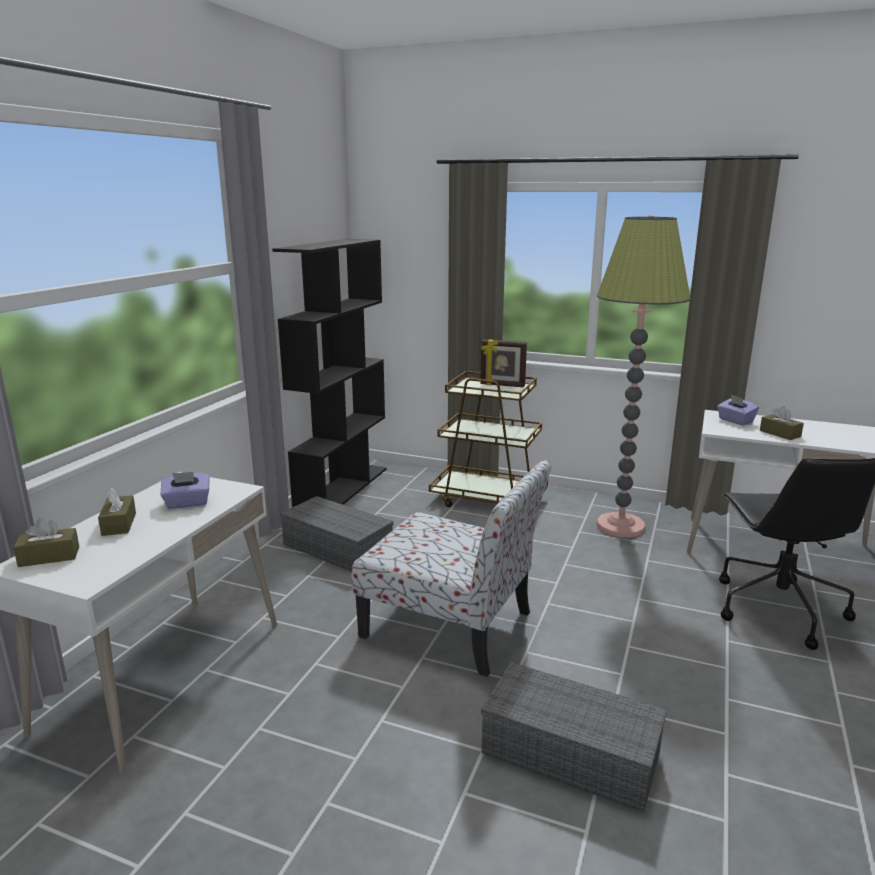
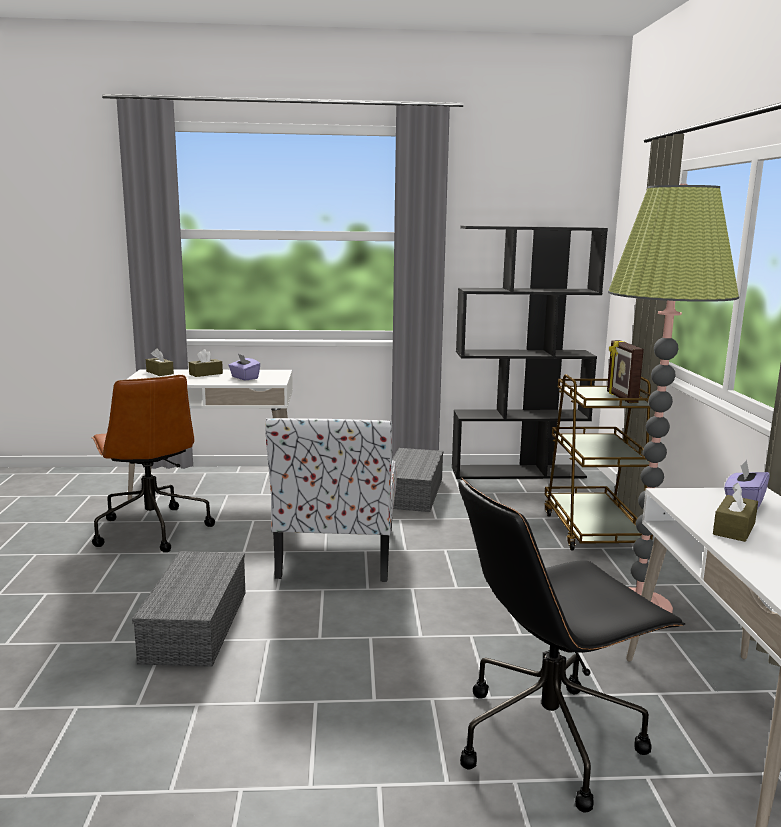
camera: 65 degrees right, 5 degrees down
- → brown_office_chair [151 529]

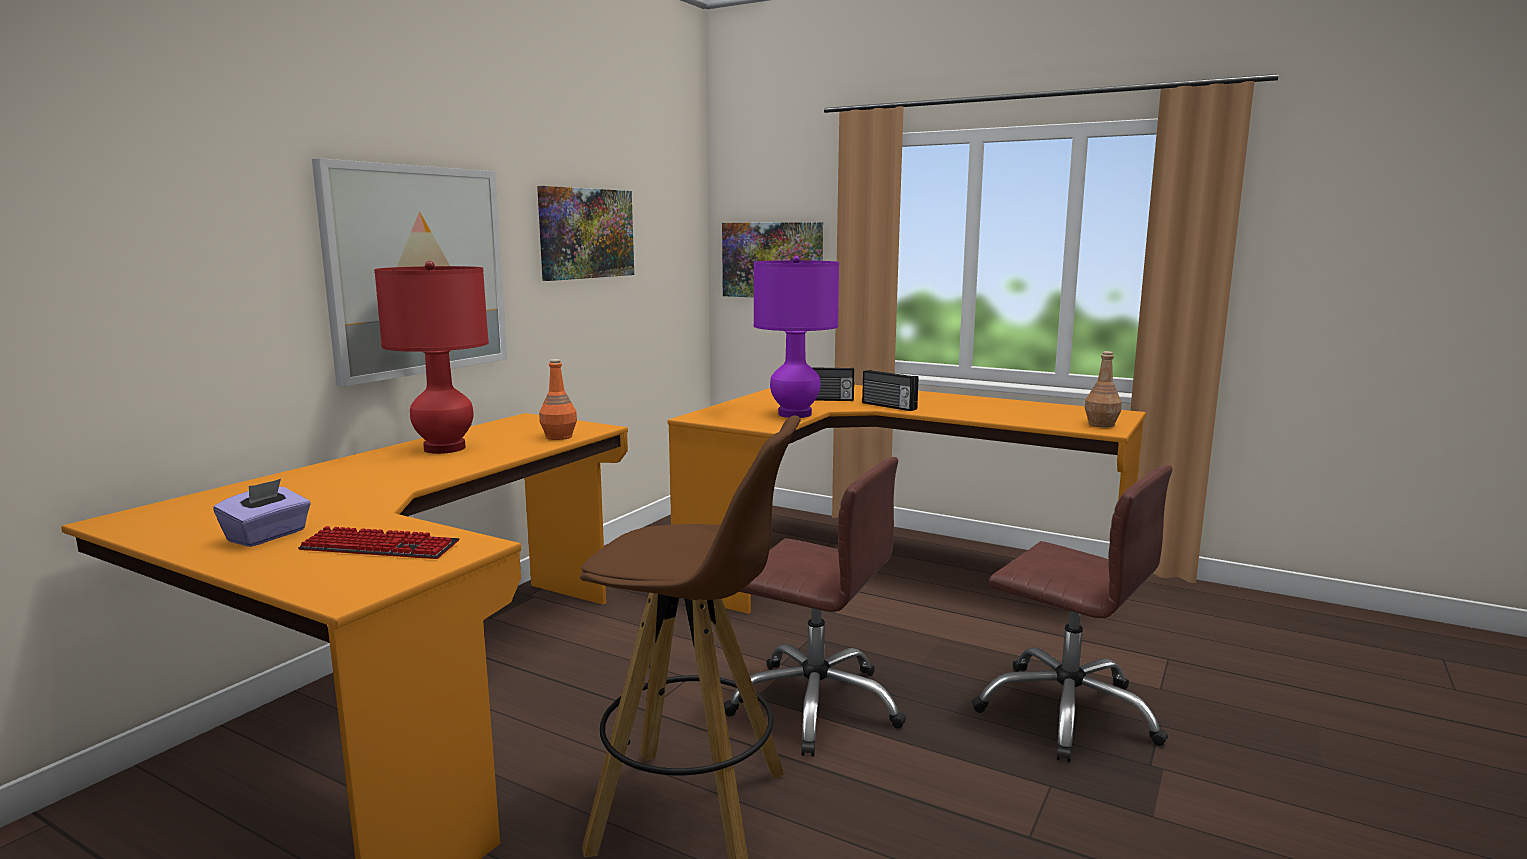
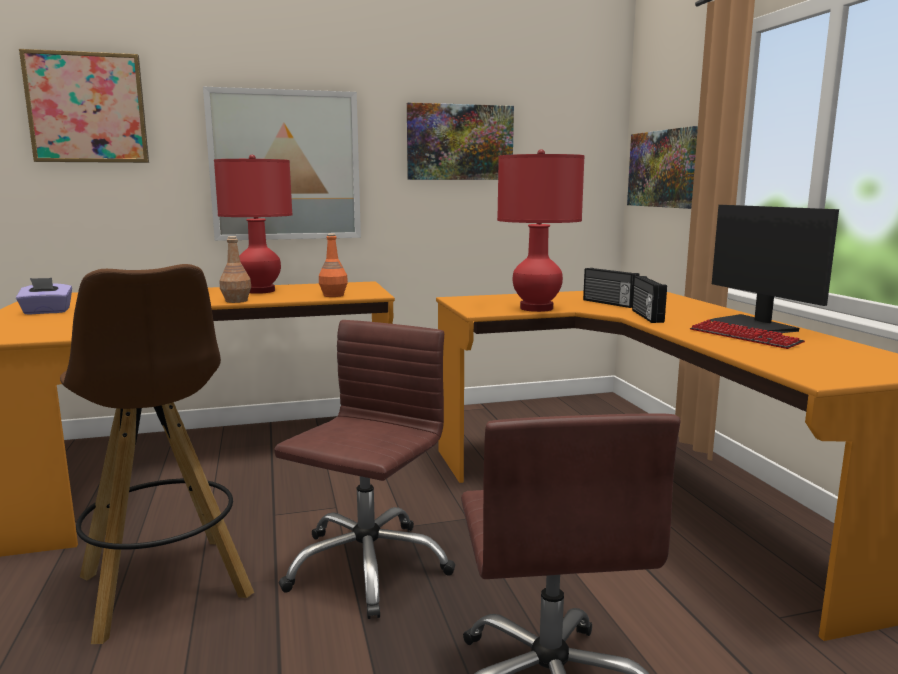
camera: 45 degrees right, 0 degrees up
- → picture [87 108]
brown_bottle [1101 424] → brown_bottle [237 301], shifted
brown_office_chair [816 705] → brown_office_chair [367 566], 135 degrees counterclockwise
purple_table_lamp [795 414] → red_table_lamp [536 308]
keyboard [379 547] → keyboard [744 337], shifted
- → monitor [753 325]

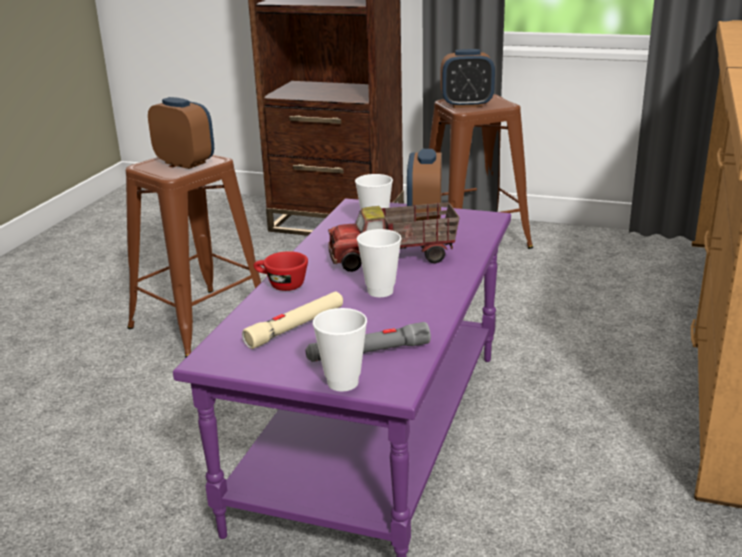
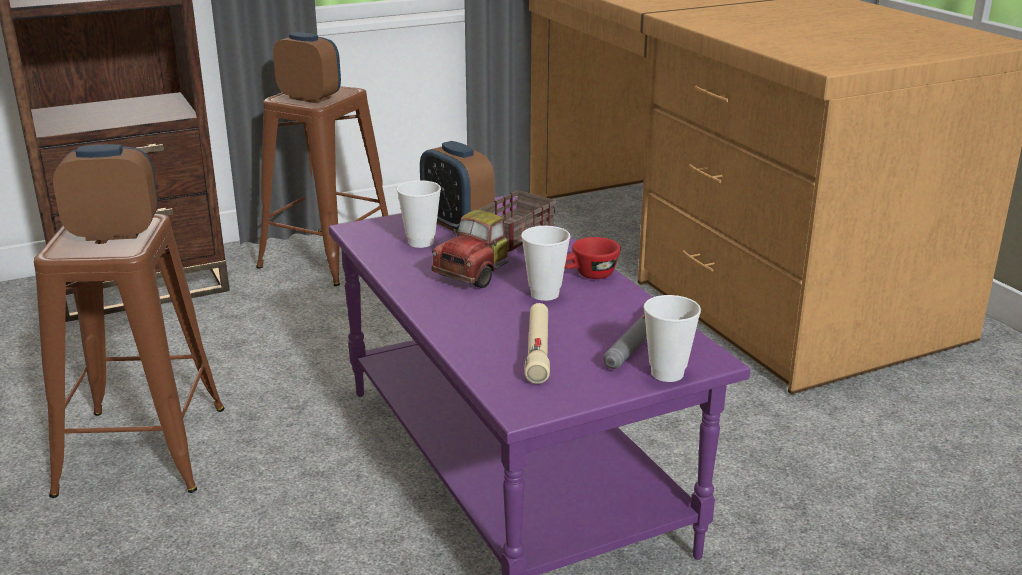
camera: 45 degrees left, 0 degrees up
alarm_clock [466 105] → alarm_clock [310 98], 105 degrees counterclockwise
red_cup [281 285] → red_cup [589 275], shifted

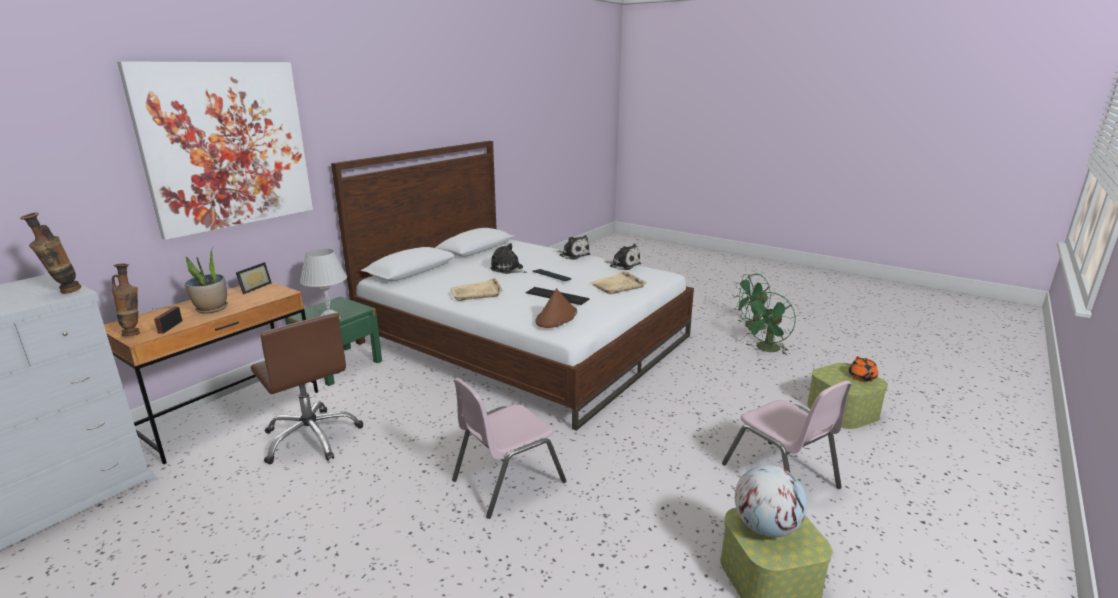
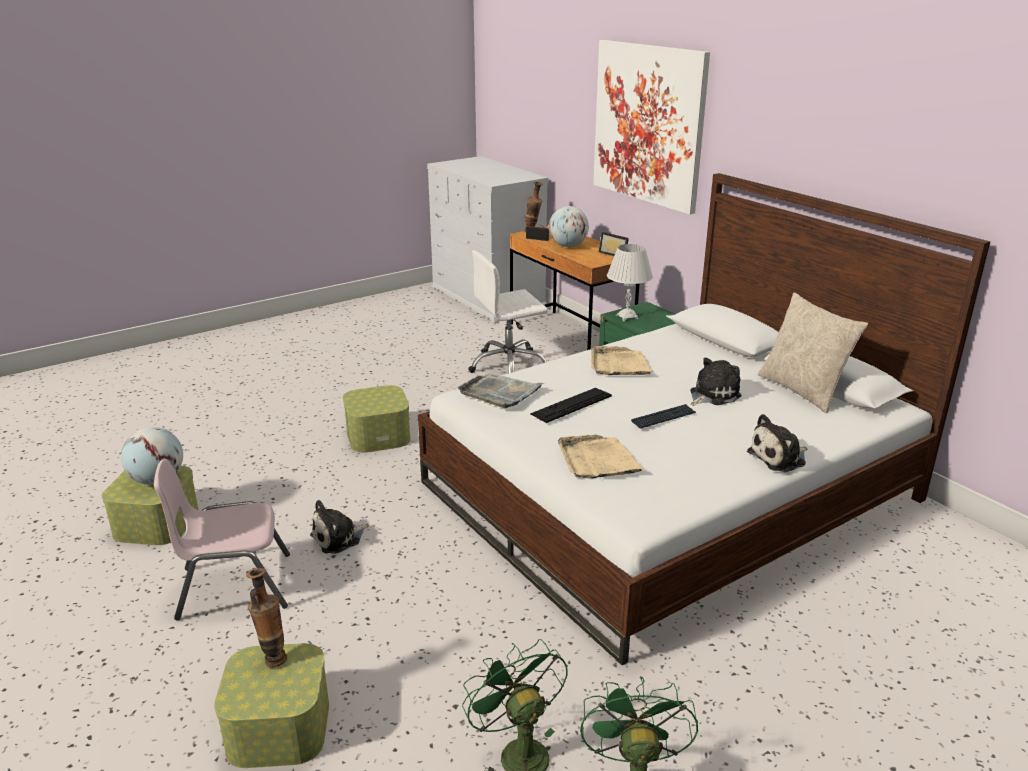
camera: 110 degrees right, 5 degrees up
vase [64 292] → vase [273 657], shifted
plush_toy [623 265] → plush_toy [338 538], shifted
pink_chair [507 481] → storage_box [378 435]
brown_hat [556 317] → grey_tray [500 392]
brown_office_chair [312 437] → white_office_chair [509 365]
potted_plant [212 309] → globe [568 246]
- → beige_pillow [803 390]
orange_teapot [862 377] → -

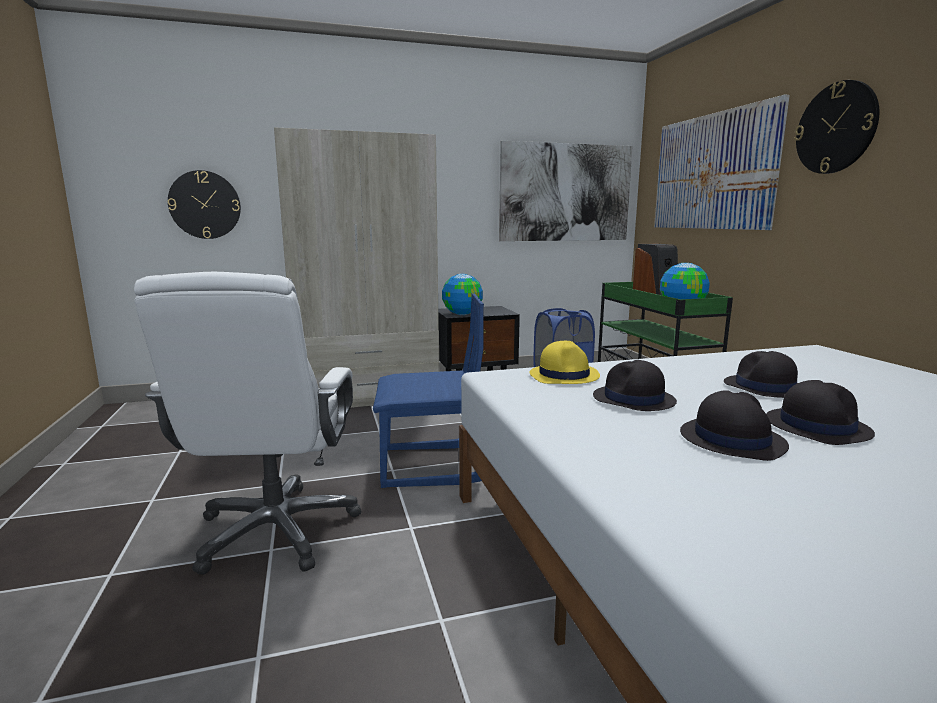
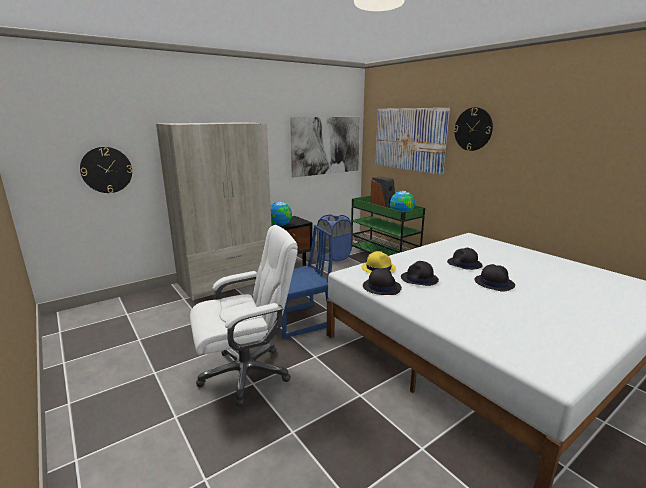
camera: 20 degrees left, 5 degrees up
white_office_chair [276 531] → white_office_chair [246 373], 90 degrees counterclockwise
black_hat [731 439] → black_hat [381 287], shifted

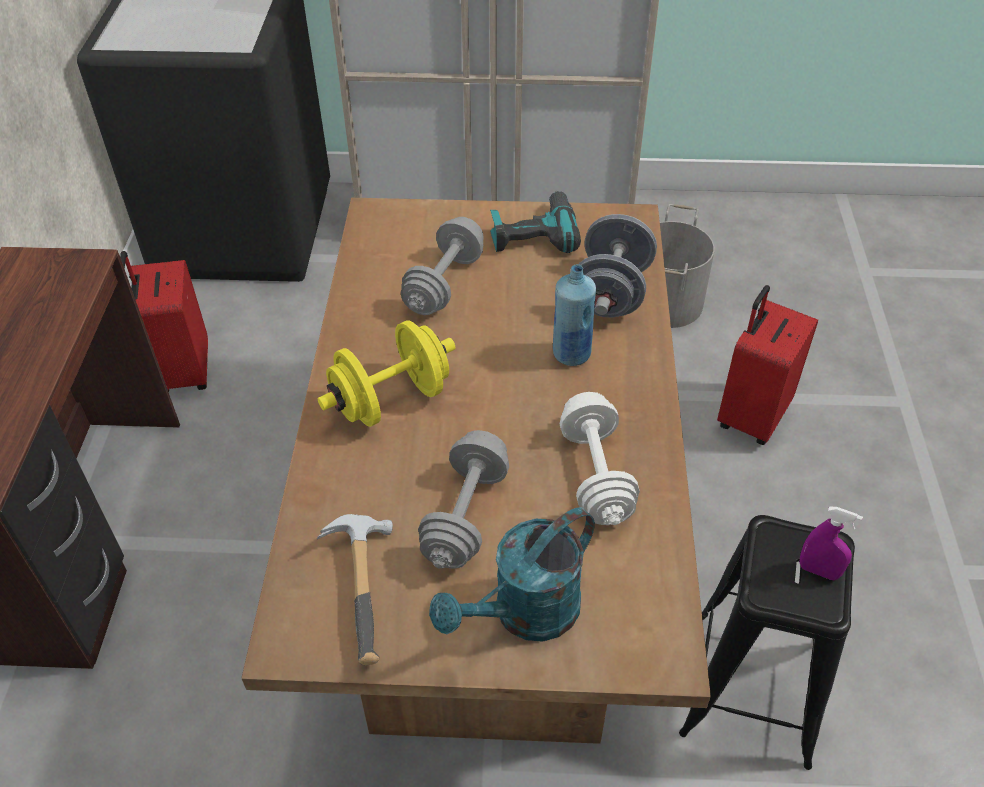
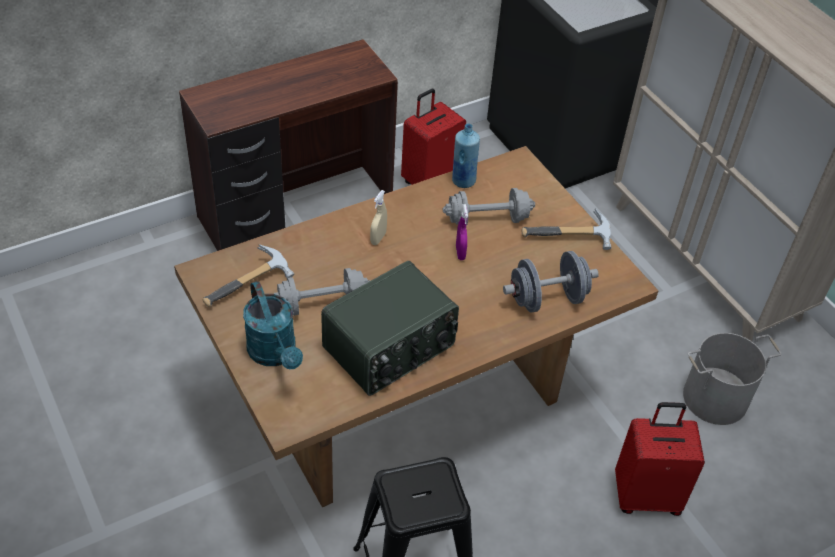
camera: 55 degrees right, 0 degrees up
turquoise_watering_can [524 615] → turquoise_watering_can [275 354], 135 degrees counterclockwise
white_dumbbell [596 475] → radio [390 348]
yellow_dumbbell [391 400] → beige_spray_bottle [378 238]
blue_bottle [571 354] → blue_bottle [463 181], shifted
purple_spray_bottle [818 571] → purple_spray_bottle [460 253], shifted
power_drill [533 233] → hammer [569 240]

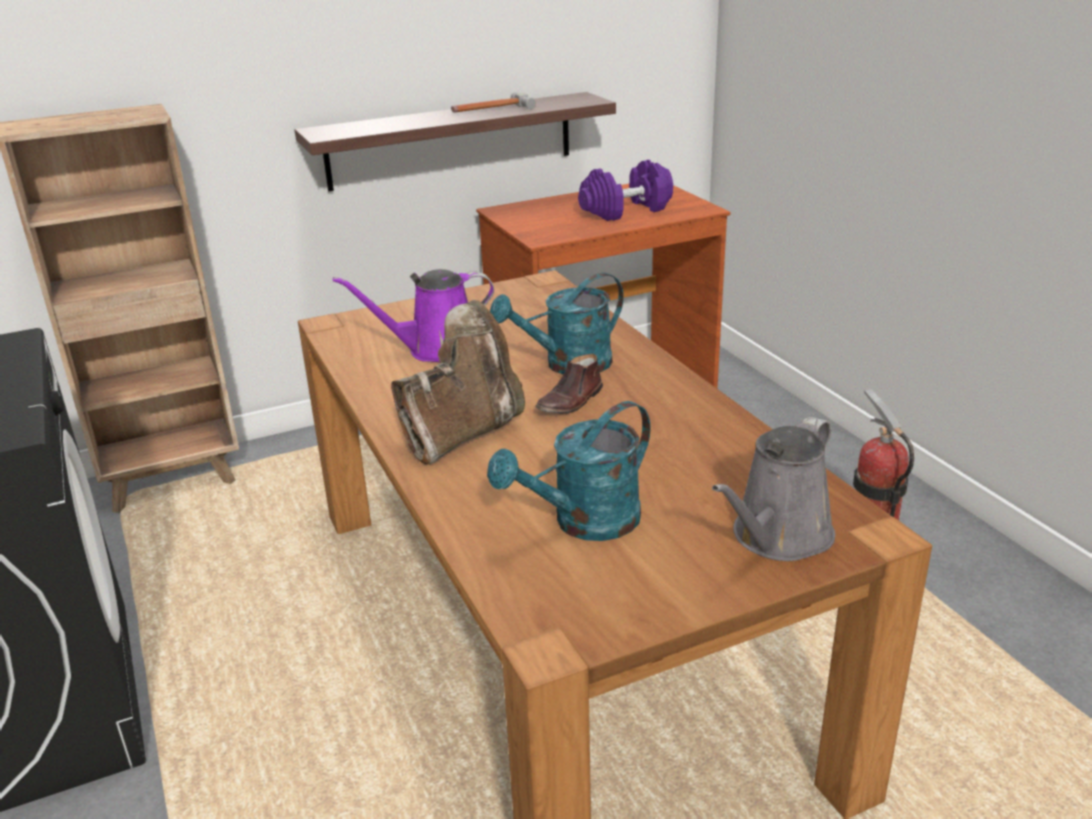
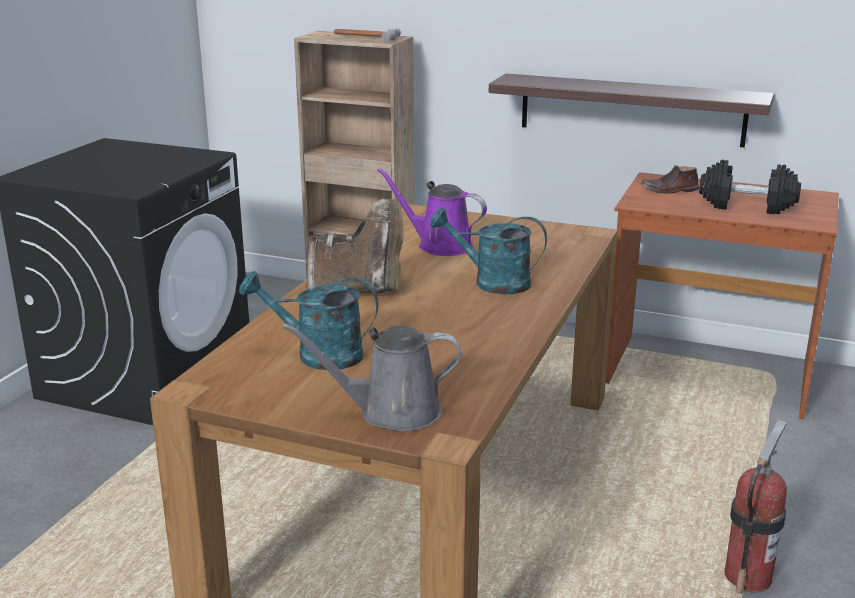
camera: 45 degrees right, 5 degrees down
hammer [490 110] → hammer [365 38], shifted
brown_shoe [571 401] → brown_shoe [669 190], shifted
purple_dumbbell [626 211] → black_dumbbell [746 206]

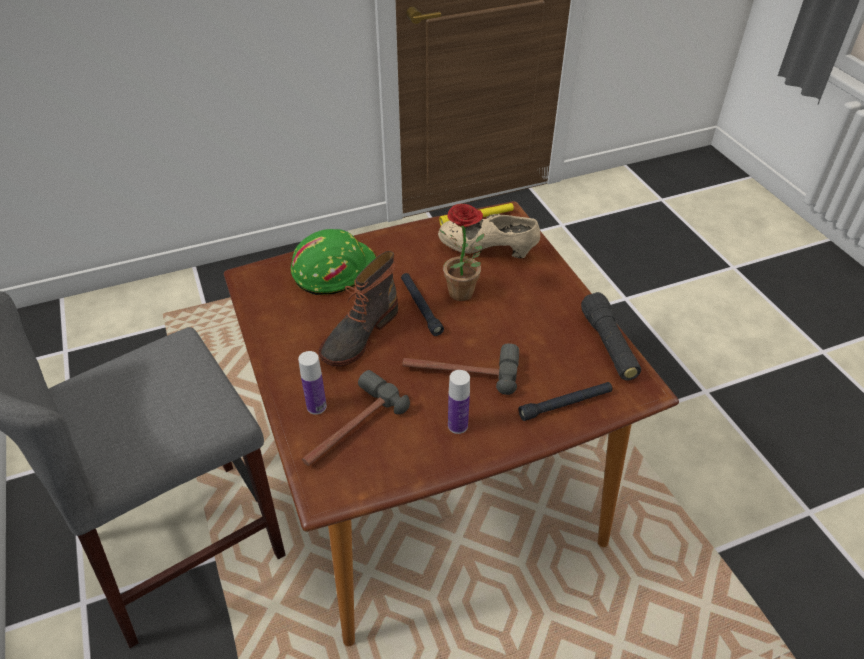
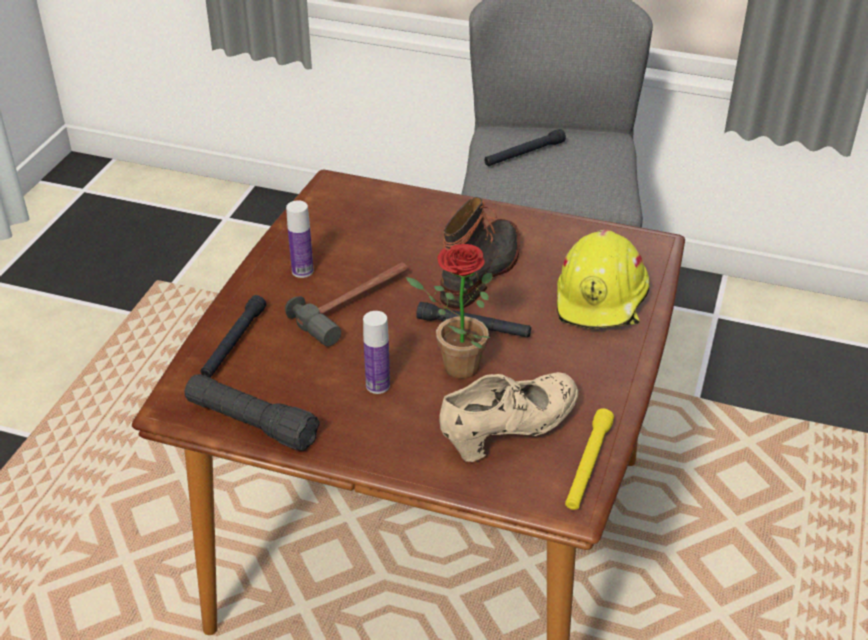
camera: 130 degrees right, 5 degrees down
bottle [316 406] → bottle [378 385], shifted
boot [358 334] → boot [482 271], 45 degrees clockwise
- → black_flashlight [524 154]
green_hard_hat [334 271] → yellow_hard_hat [602 299]
hammer [350 428] → -

